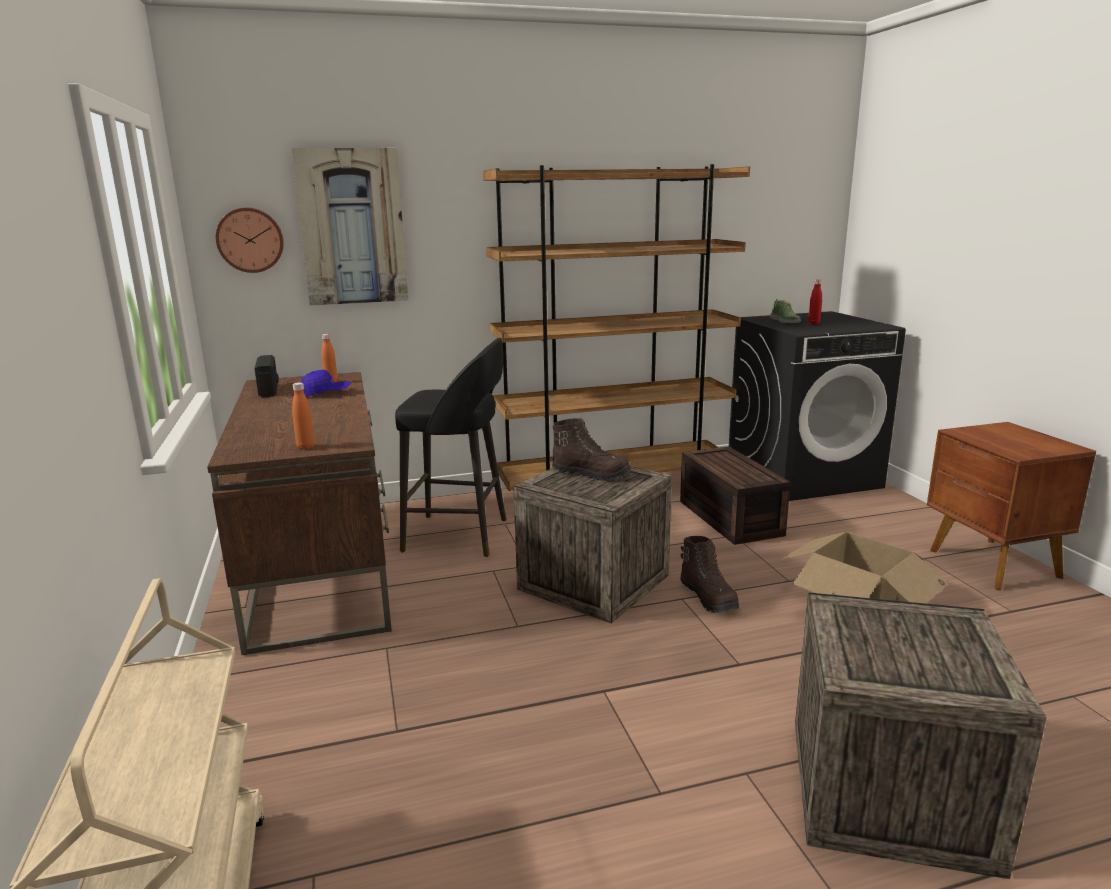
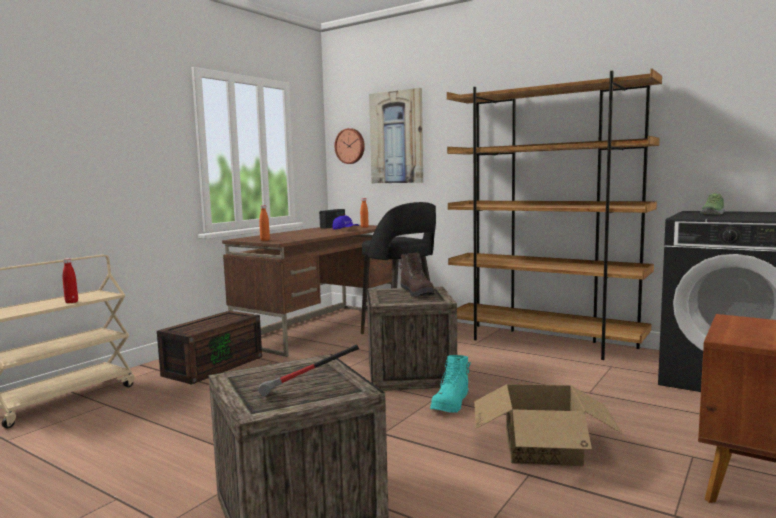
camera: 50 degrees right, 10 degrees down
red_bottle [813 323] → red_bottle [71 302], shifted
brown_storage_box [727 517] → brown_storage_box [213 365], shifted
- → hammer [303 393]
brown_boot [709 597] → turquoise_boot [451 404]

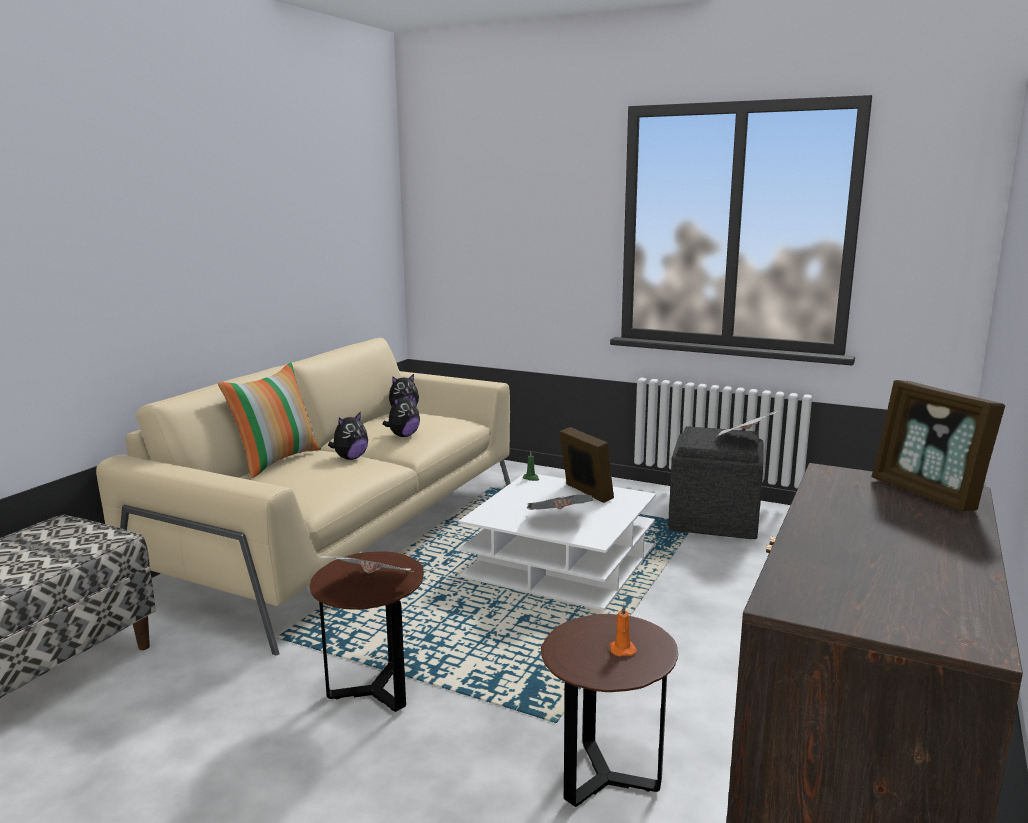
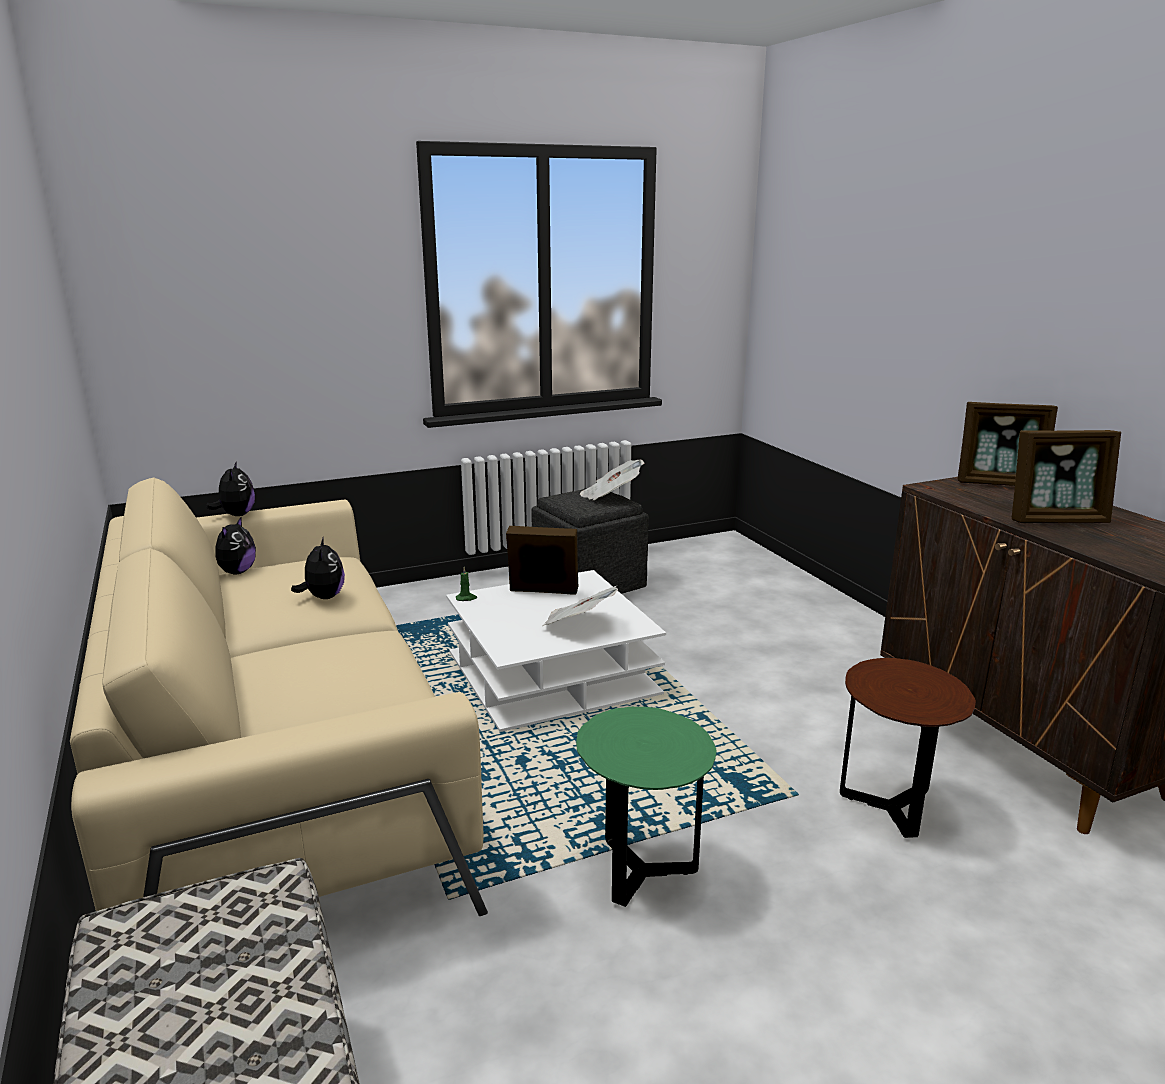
camera: 50 degrees left, 5 degrees up
plush_toy [350 458] → plush_toy [236 515], shifted
brown_side_table [374 691] → green_side_table [641 872]
- → picture_frame [1057 520]
pillow [276 460] → -
newspaper [373 587] → -
orange_candle [622 649] → -

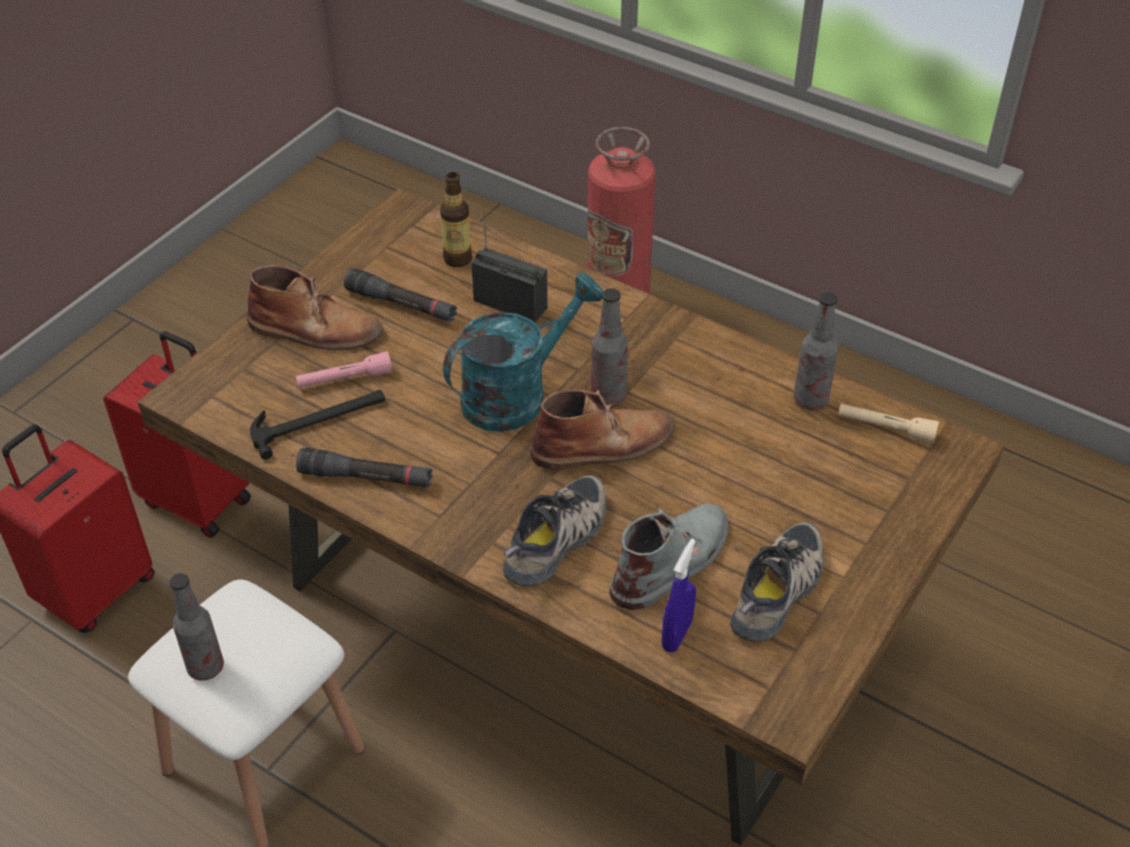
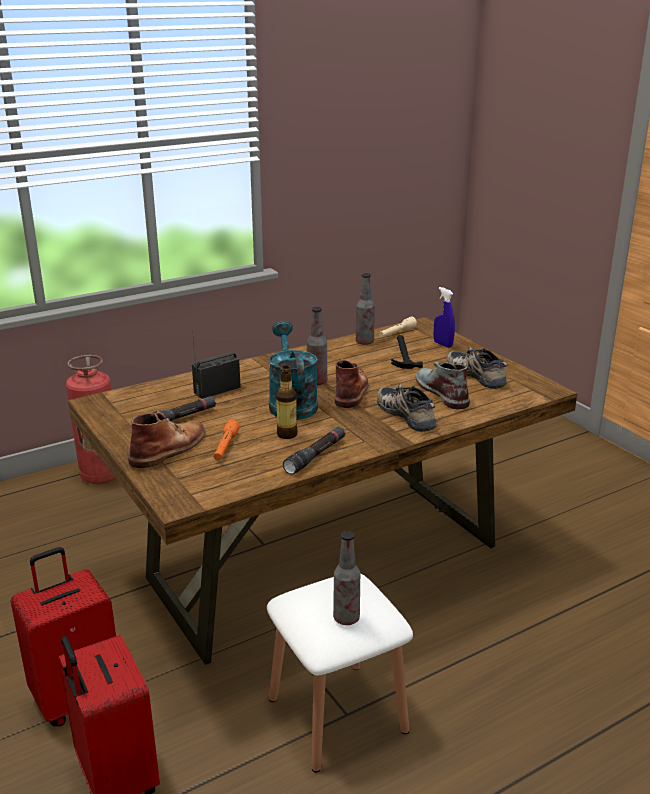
camera: 65 degrees left, 20 degrees down
pink_flashlight [344 379] → orange_flashlight [225 447]
bottle [458 259] → bottle [287 434], shifted
hammer [318 420] → hammer [403 354], shifted
blue_spray_bottle [677 635] → blue_spray_bottle [443 344], shifted

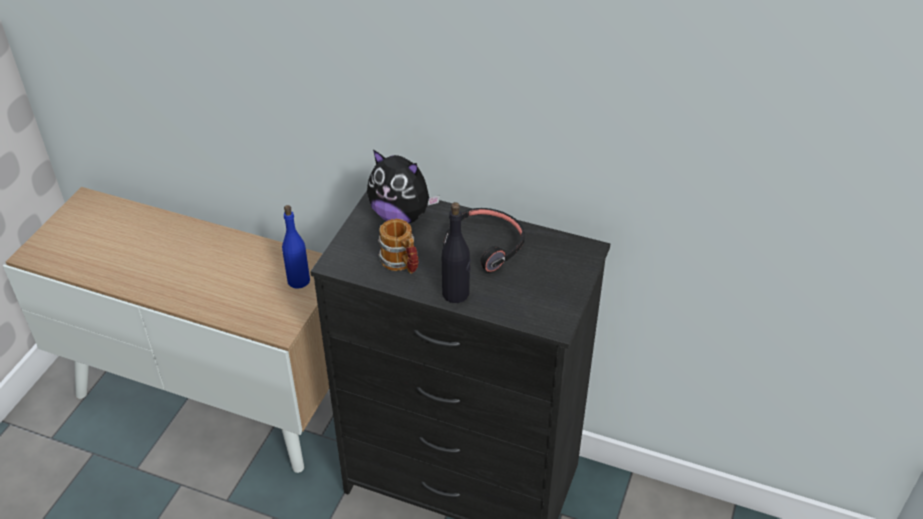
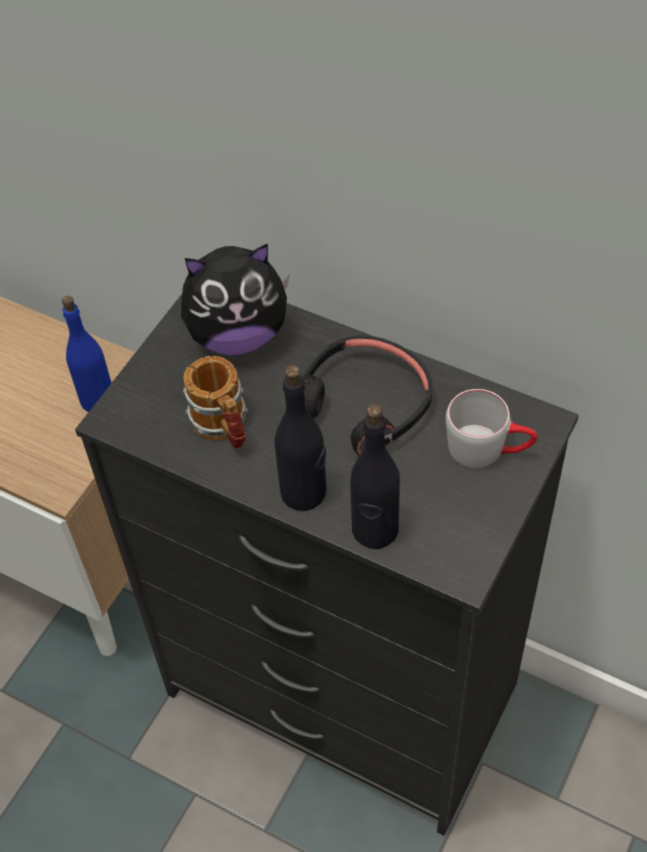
camera: 10 degrees right, 10 degrees up
plush_toy [401 215] → plush_toy [238 335], 45 degrees counterclockwise
- → black_bottle [375 530]
- → grey_mug [488 449]

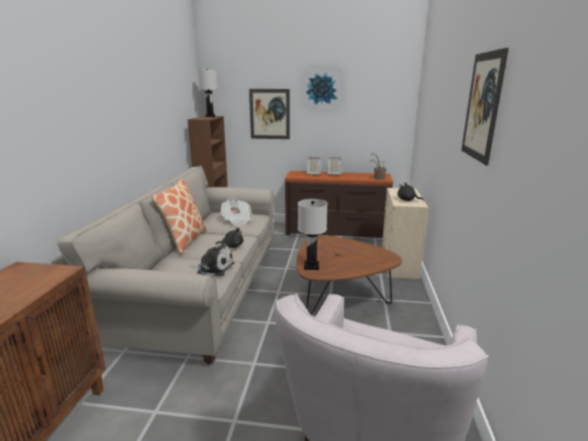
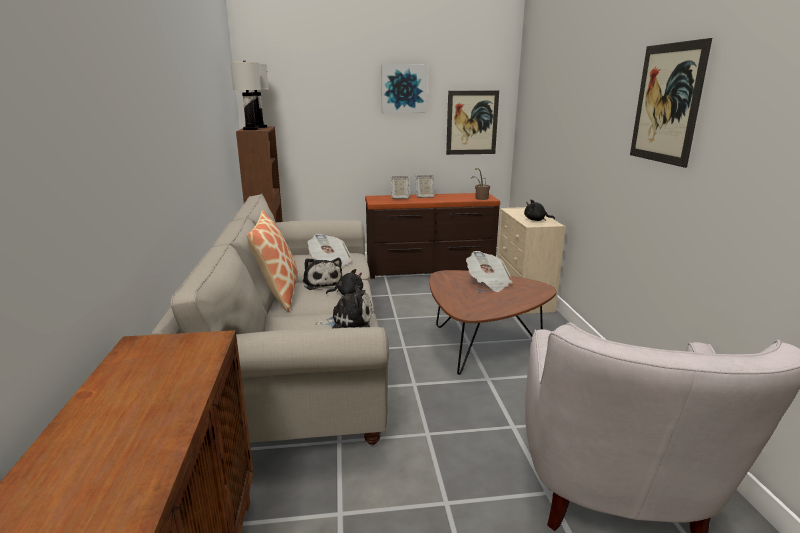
camera: 15 degrees left, 0 degrees up
white_table_lamp [311 266] → white_table_lamp [251 129], shifted
- → plush_toy [322 282]
picture [269 114] → picture [472 123], shifted
- → newspaper [488 283]

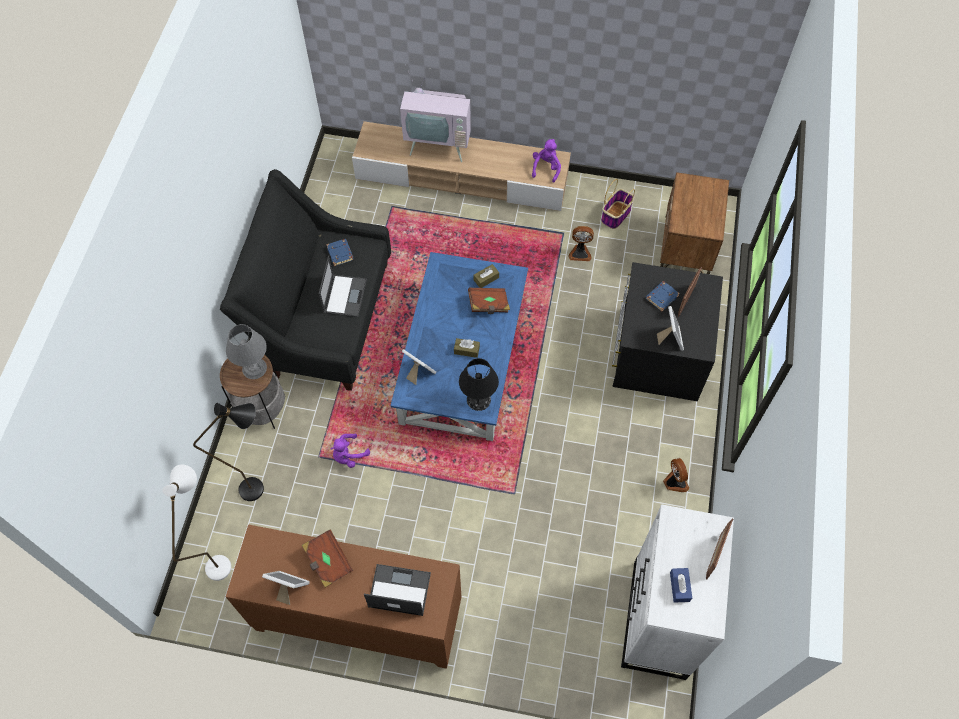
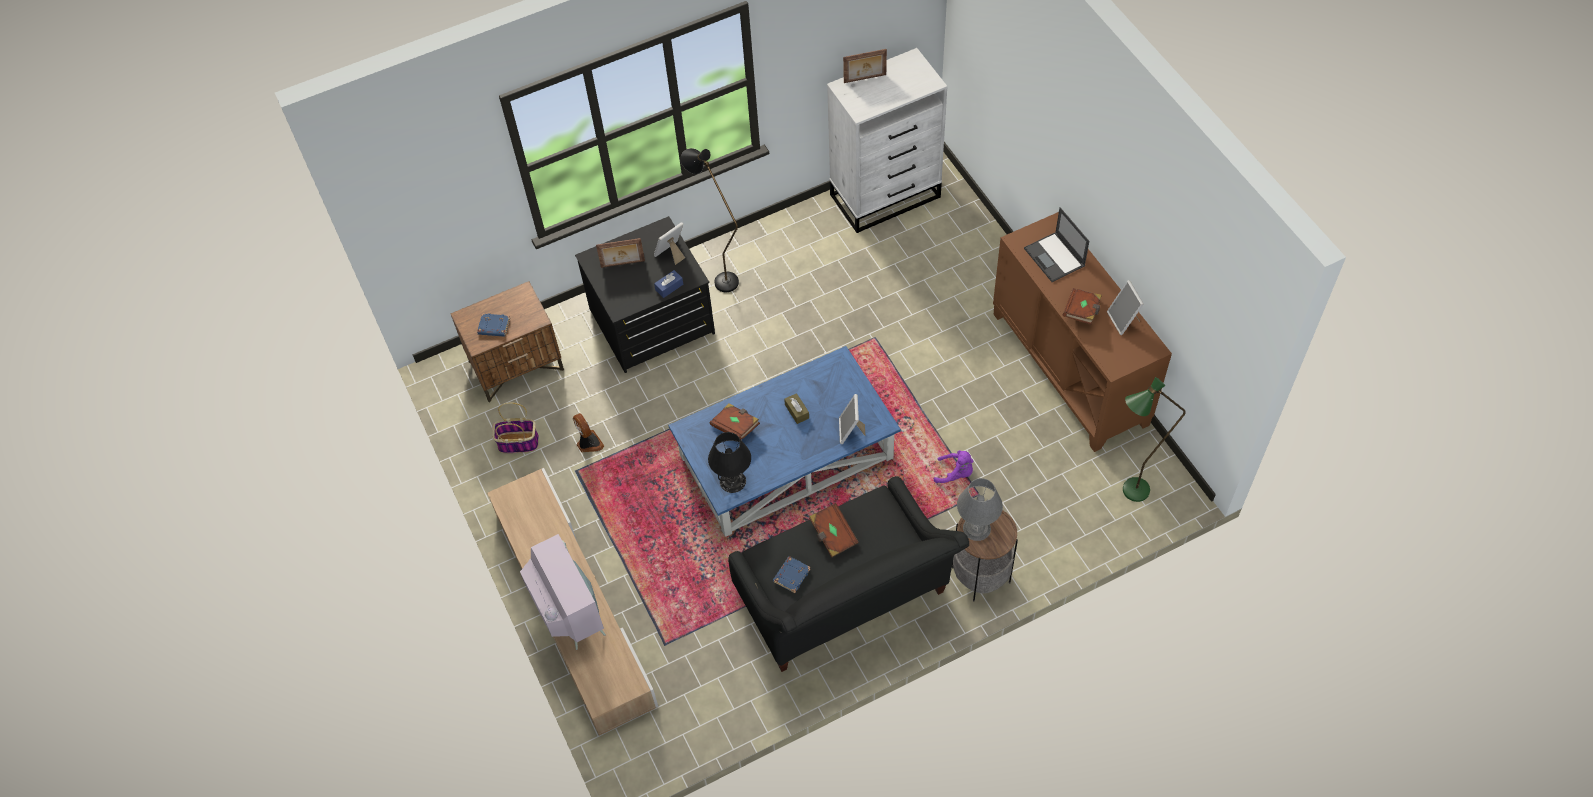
camera: 125 degrees left, 5 degrees down
blue_book [661 297] → blue_book [493 327], shifted
blue_tissue_box [679 587] → blue_tissue_box [669 287], shifted
black_floor_lamp [261 487] → black_floor_lamp [719 278], shifted
black_table_lamp [479 400] → black_table_lamp [732 481], shifted
laptop [345 295] → brown_book [832 535]
white_floor_lamp [221 558] → green_floor_lamp [1127 495]
brown_tissue_box [486 279] → -
purple_plush_toy [546 168] → -
fan [674 482] → -

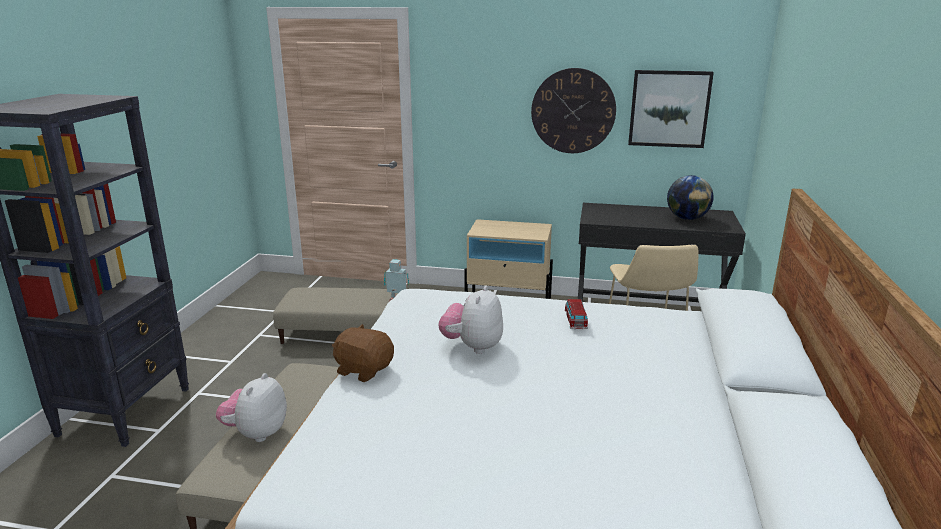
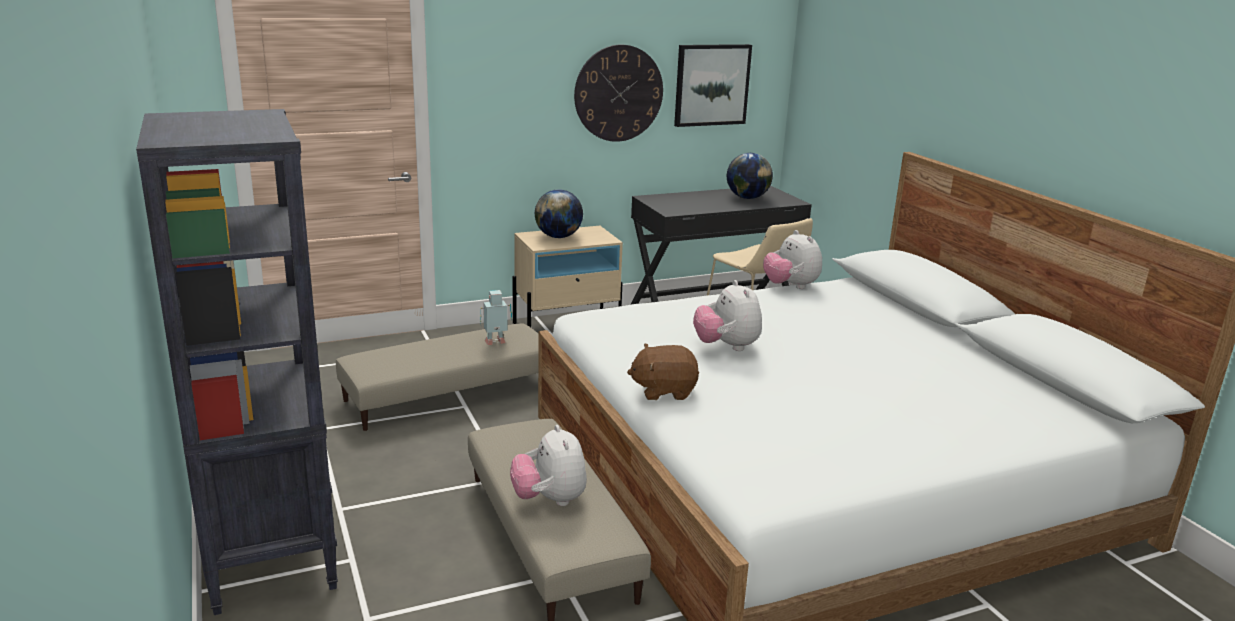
camera: 35 degrees left, 0 degrees up
- → globe [558 237]
- → plush_toy [790 286]
toy_car [575 322] → -

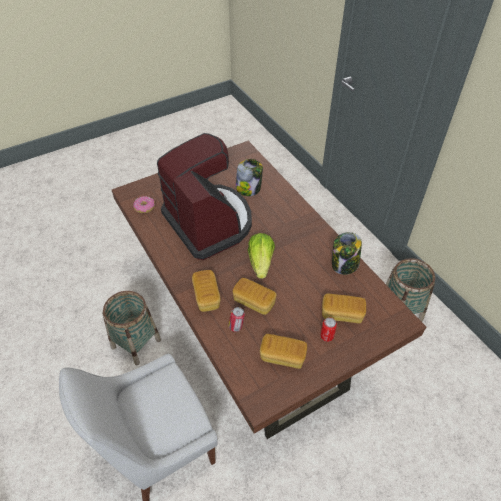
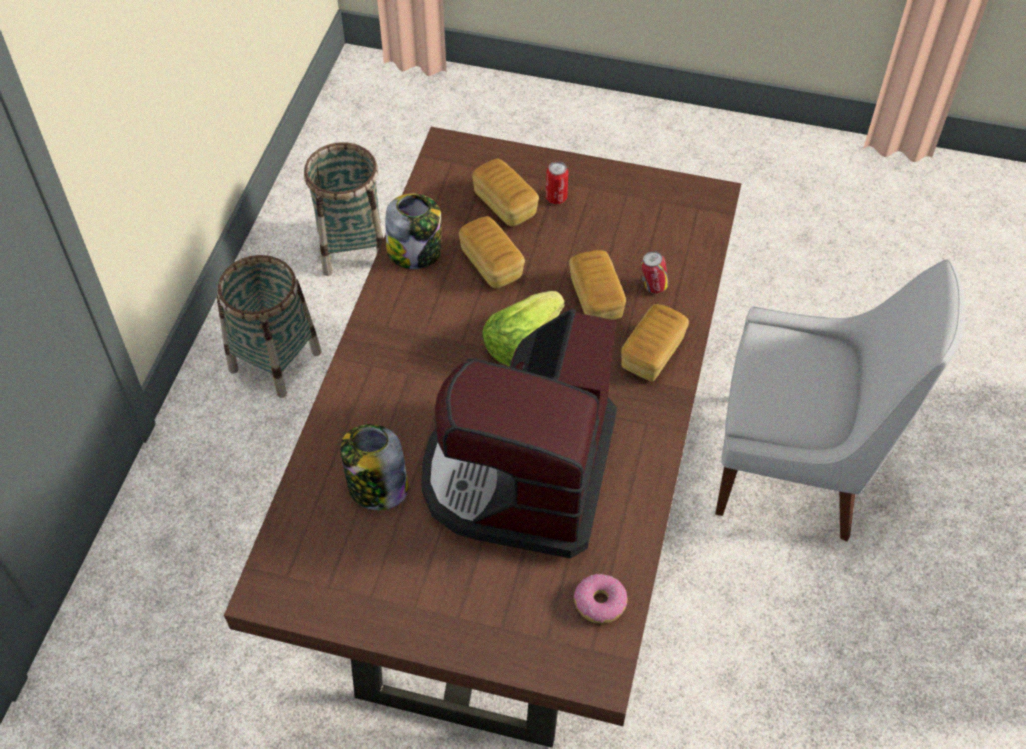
camera: 135 degrees left, 5 degrees up
basket [136 343] → basket [352 247], shifted
bread [282 356] → bread [491 264], shifted

